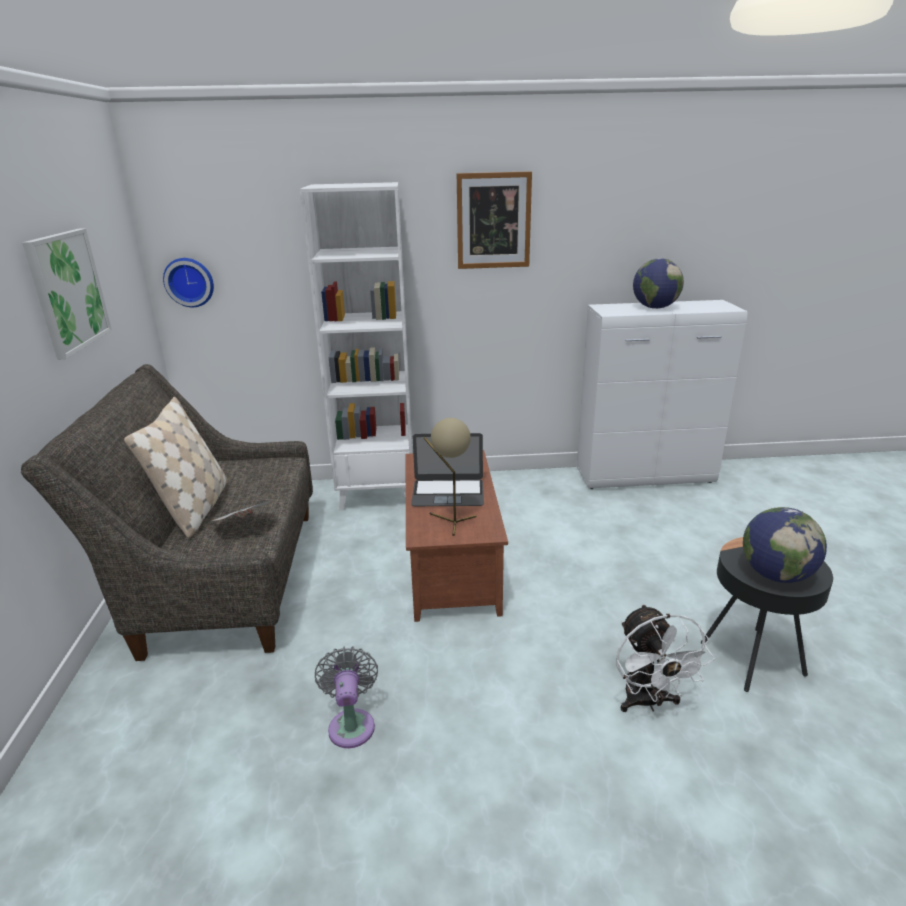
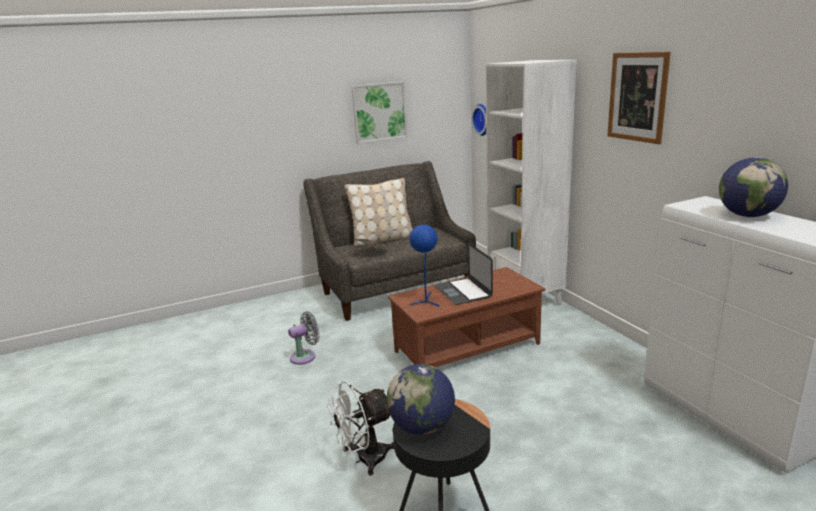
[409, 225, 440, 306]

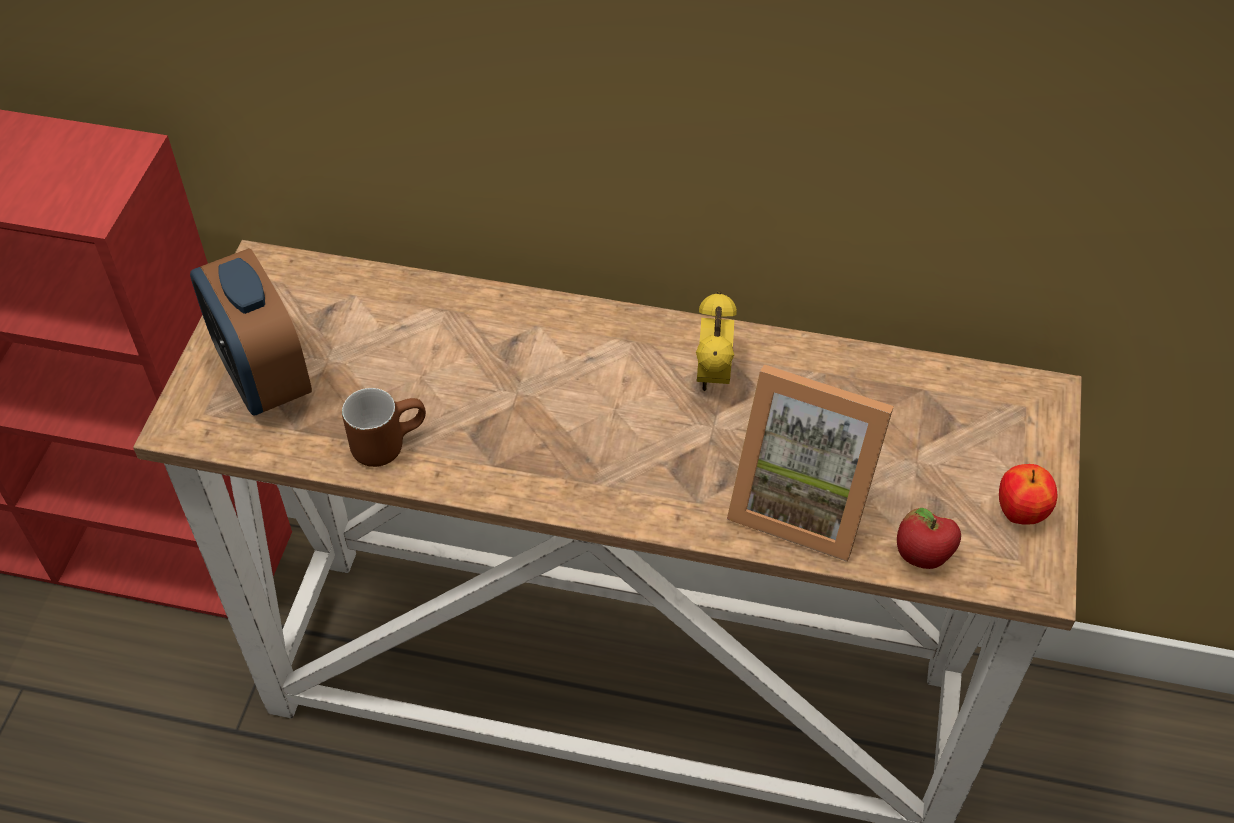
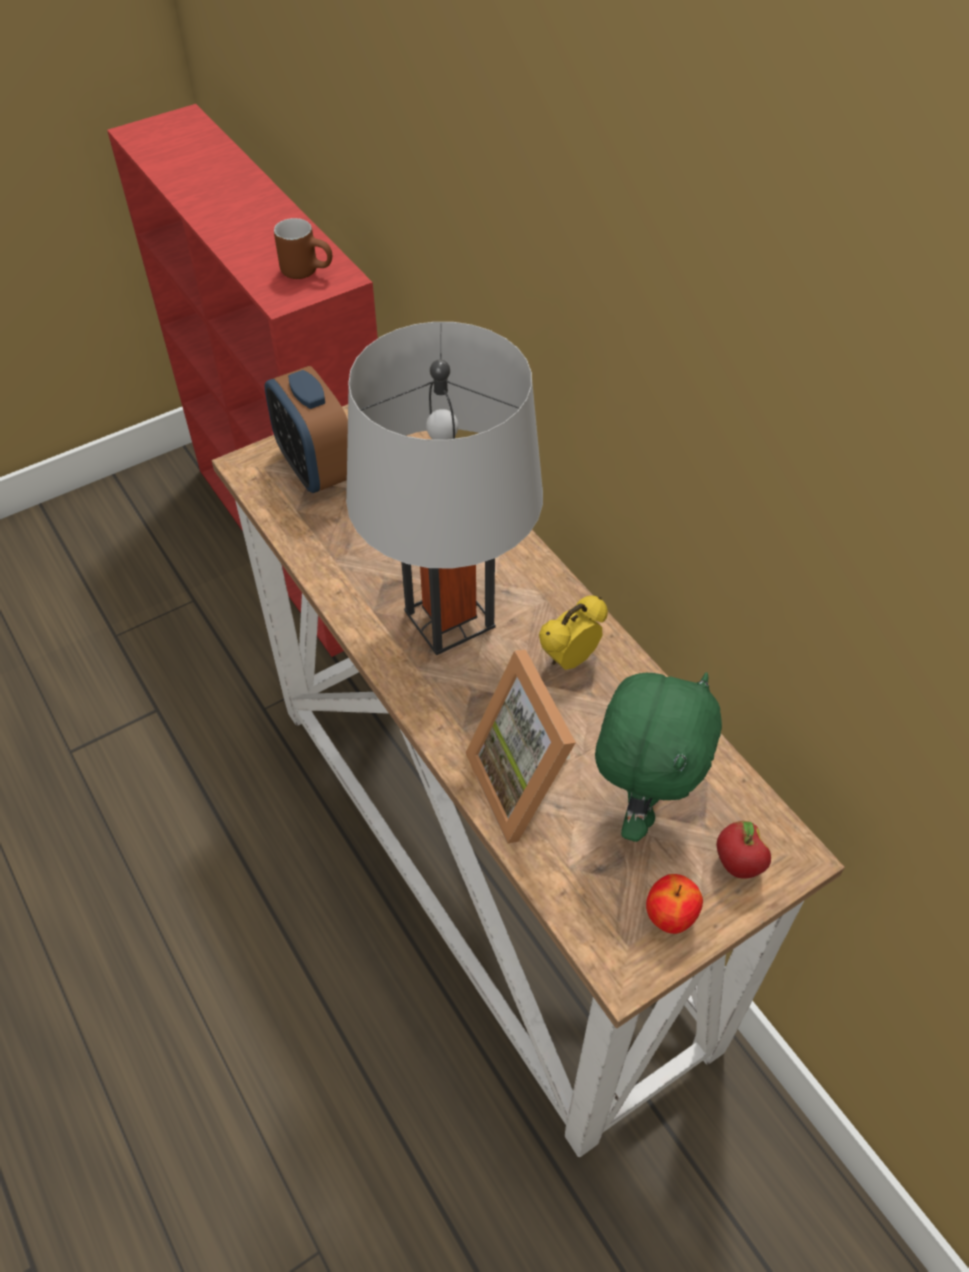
[265, 366, 348, 493]
[274, 218, 332, 279]
[717, 821, 771, 879]
[346, 322, 543, 655]
[595, 672, 722, 842]

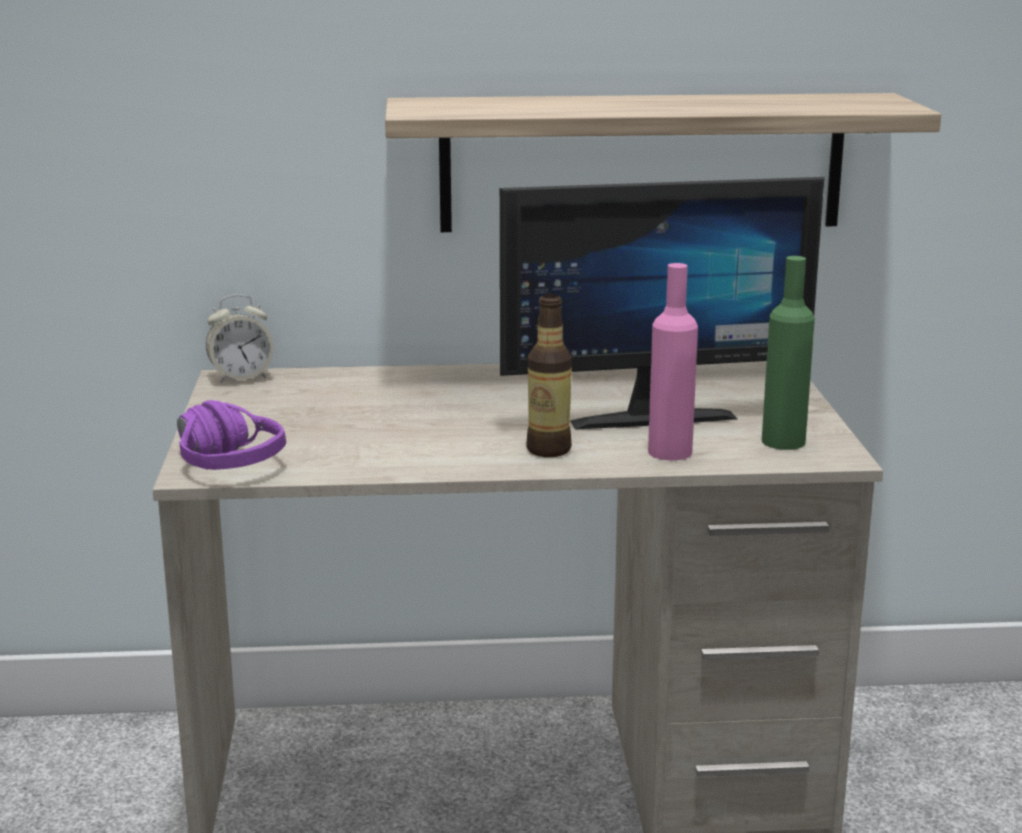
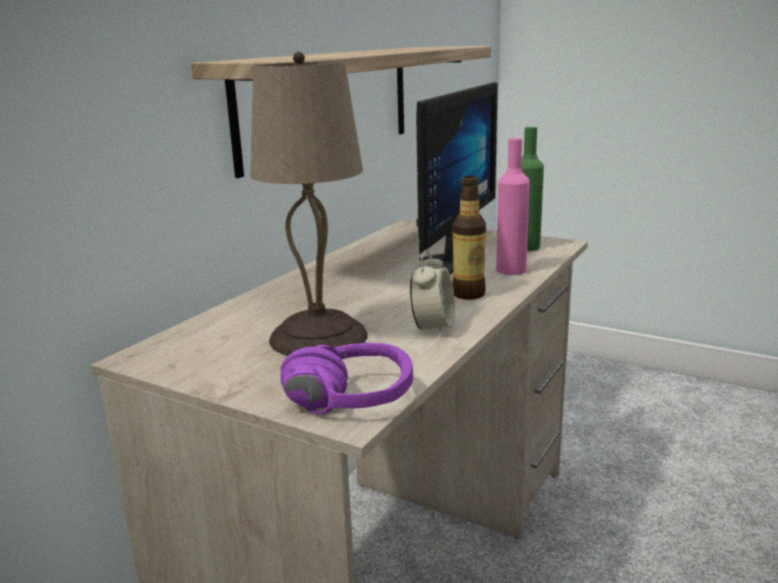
[410, 250, 455, 337]
[250, 52, 368, 356]

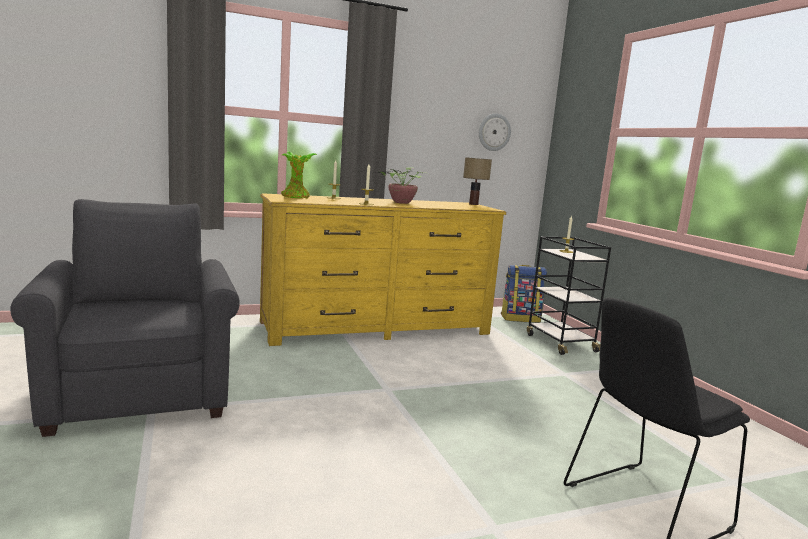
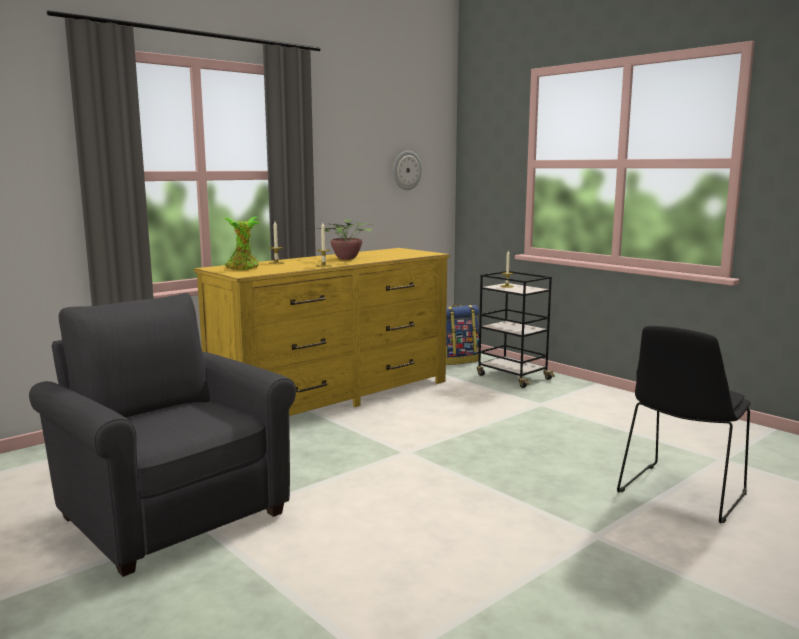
[463, 157, 492, 205] (first image)

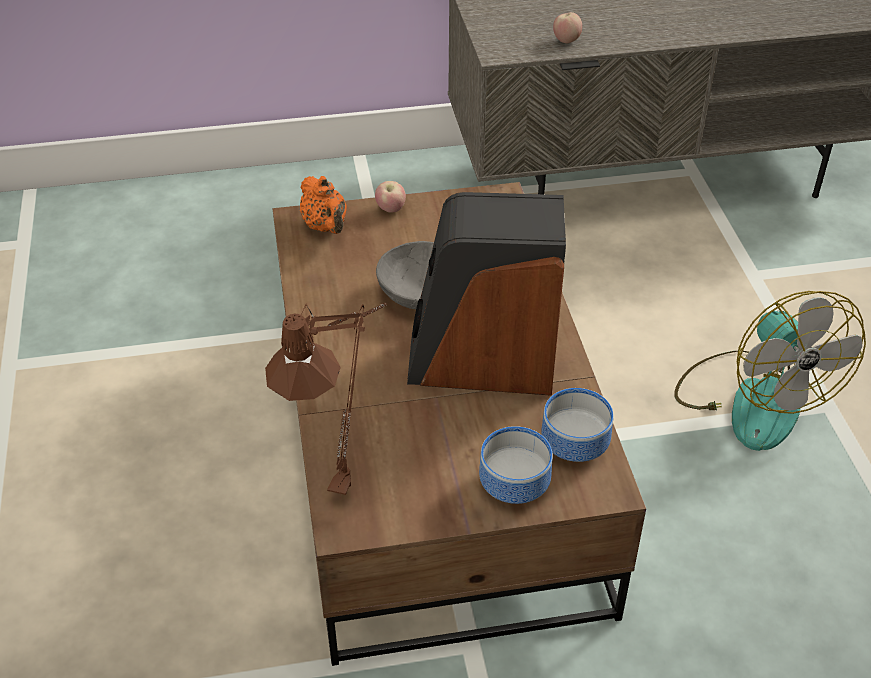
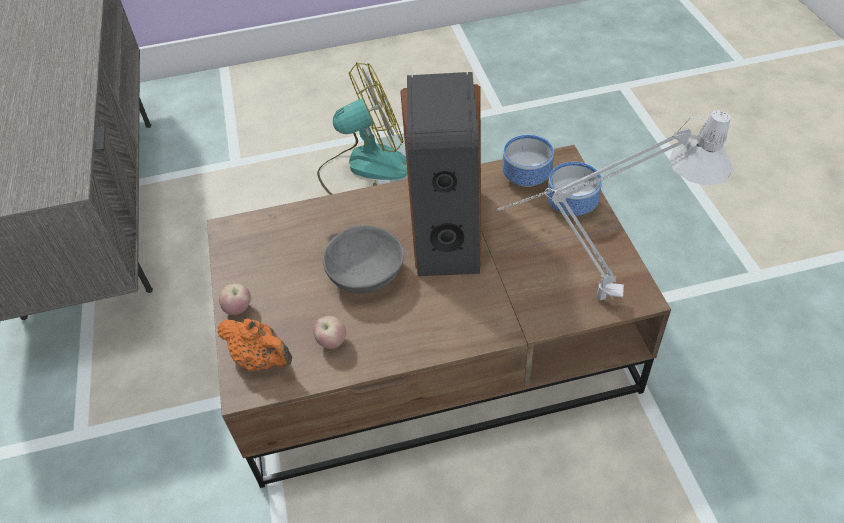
[313, 316, 346, 349]
[217, 319, 292, 371]
[497, 110, 733, 301]

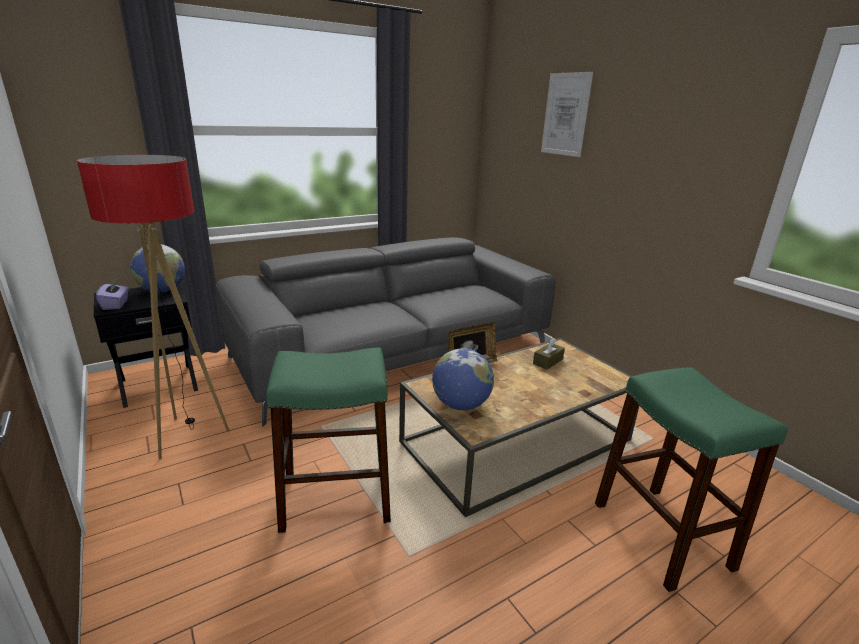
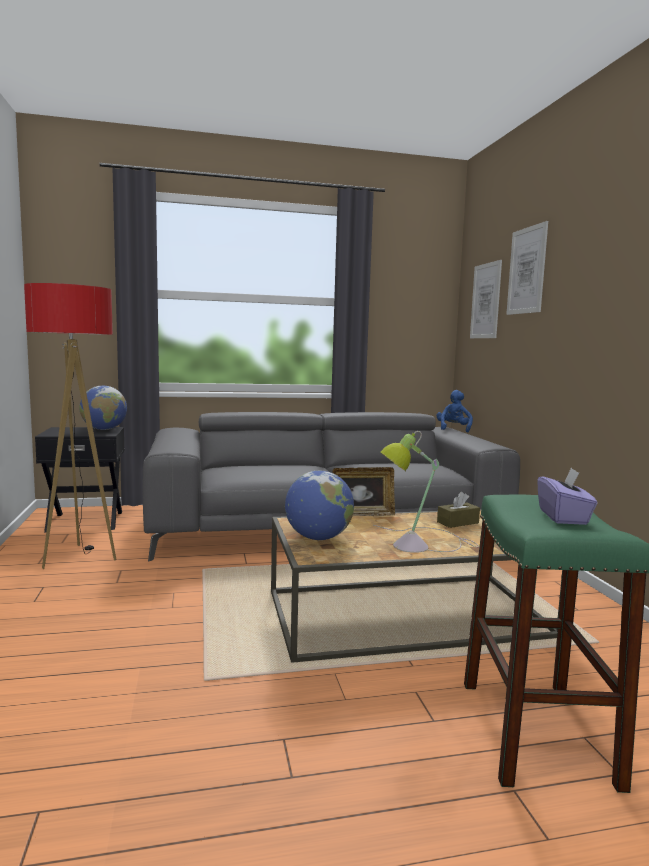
[537, 467, 598, 525]
[266, 347, 391, 533] (first image)
[470, 260, 502, 338]
[436, 390, 473, 432]
[374, 431, 479, 553]

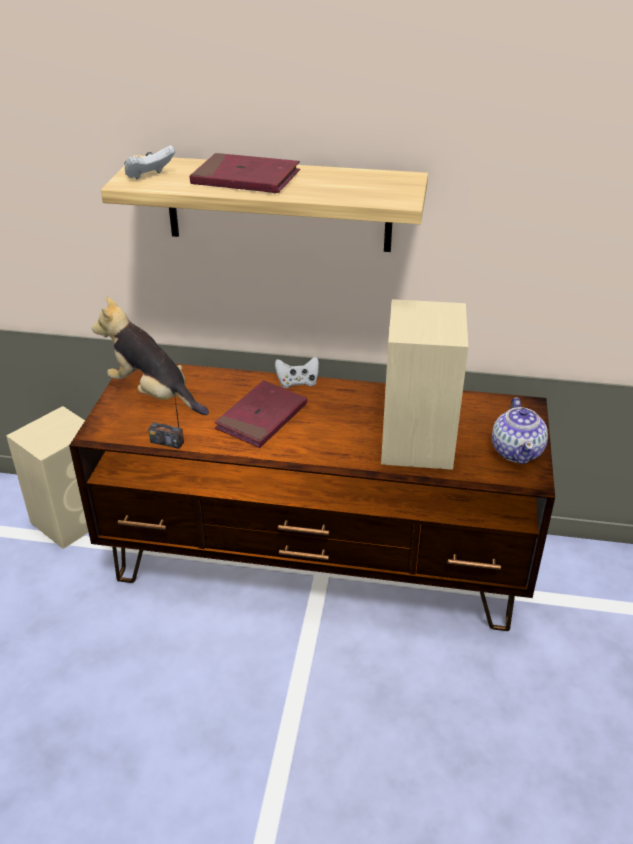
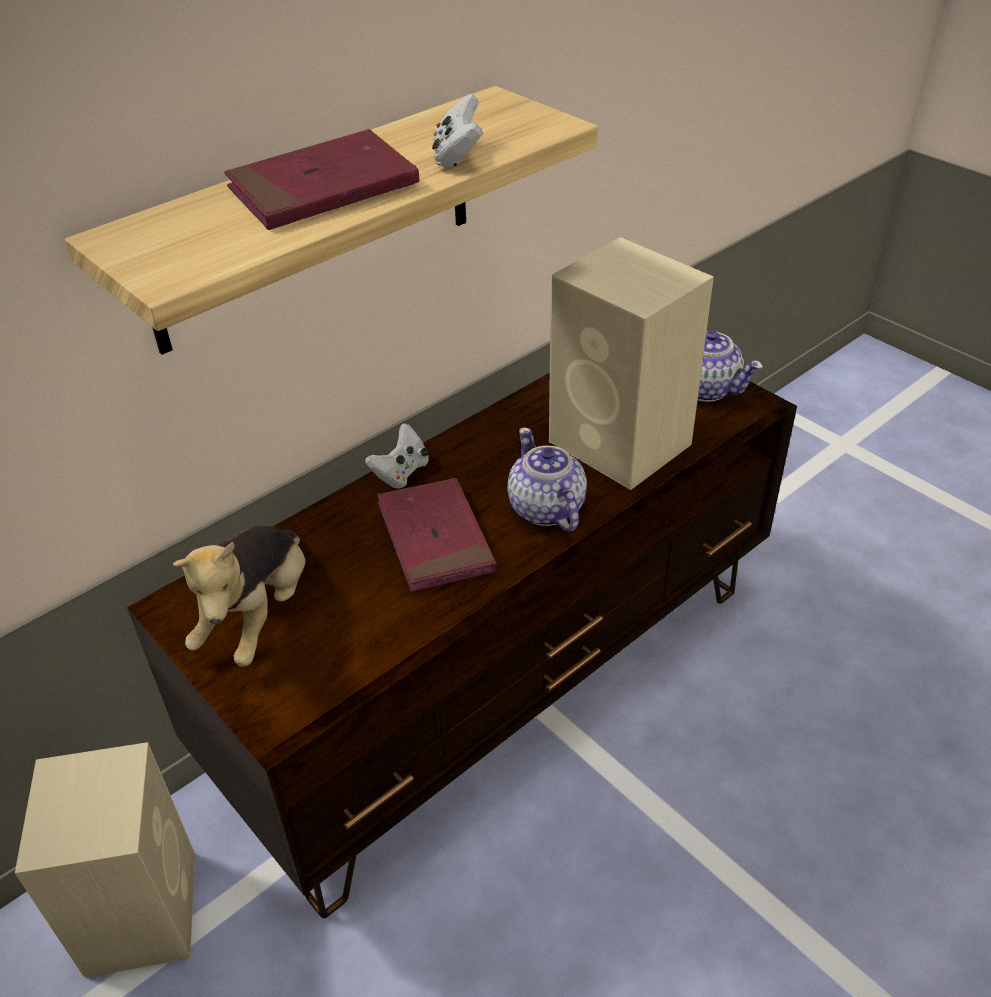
[432, 94, 483, 168]
[173, 526, 305, 666]
[148, 375, 184, 449] (first image)
[507, 428, 587, 531]

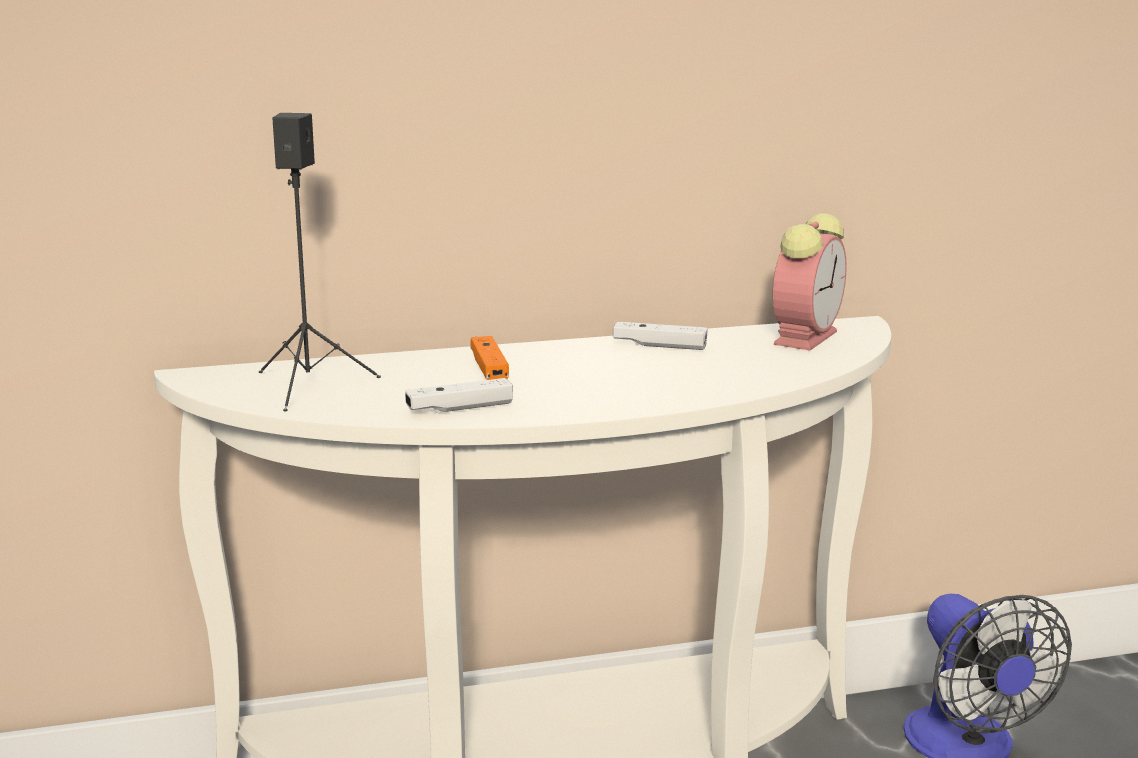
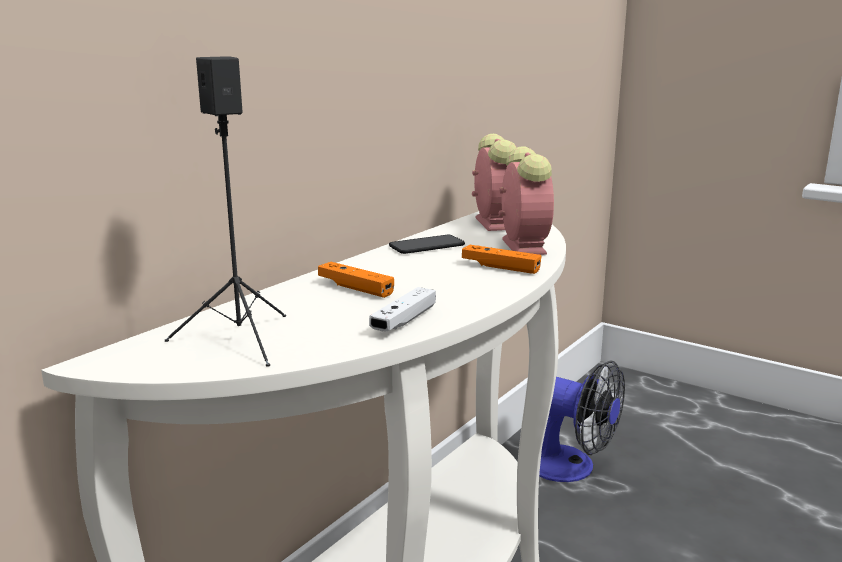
[389, 235, 465, 254]
[499, 147, 554, 255]
[462, 245, 541, 274]

